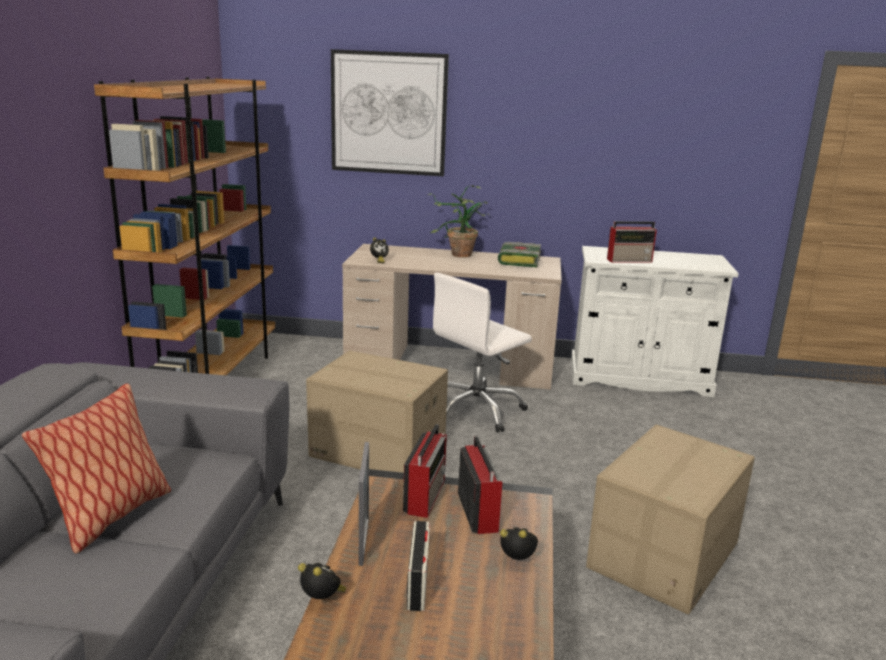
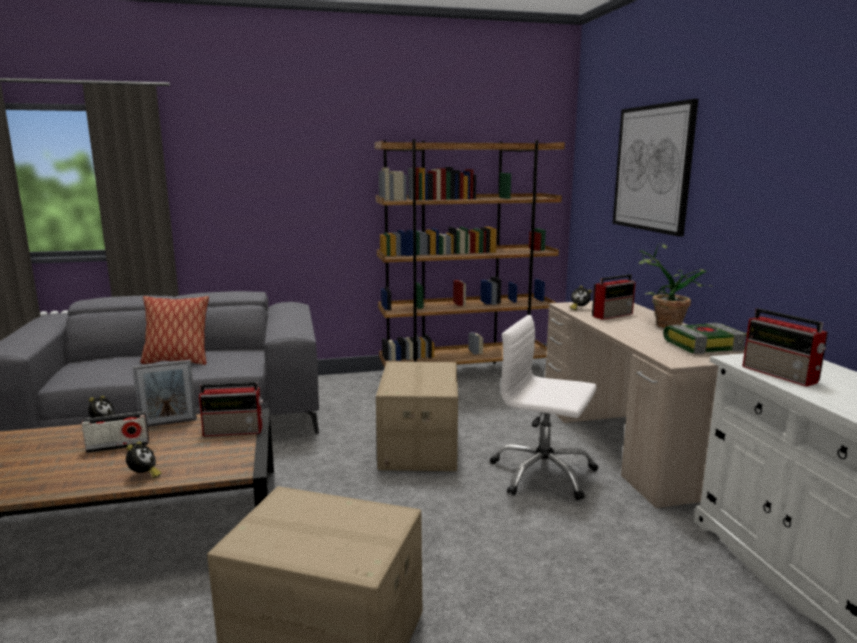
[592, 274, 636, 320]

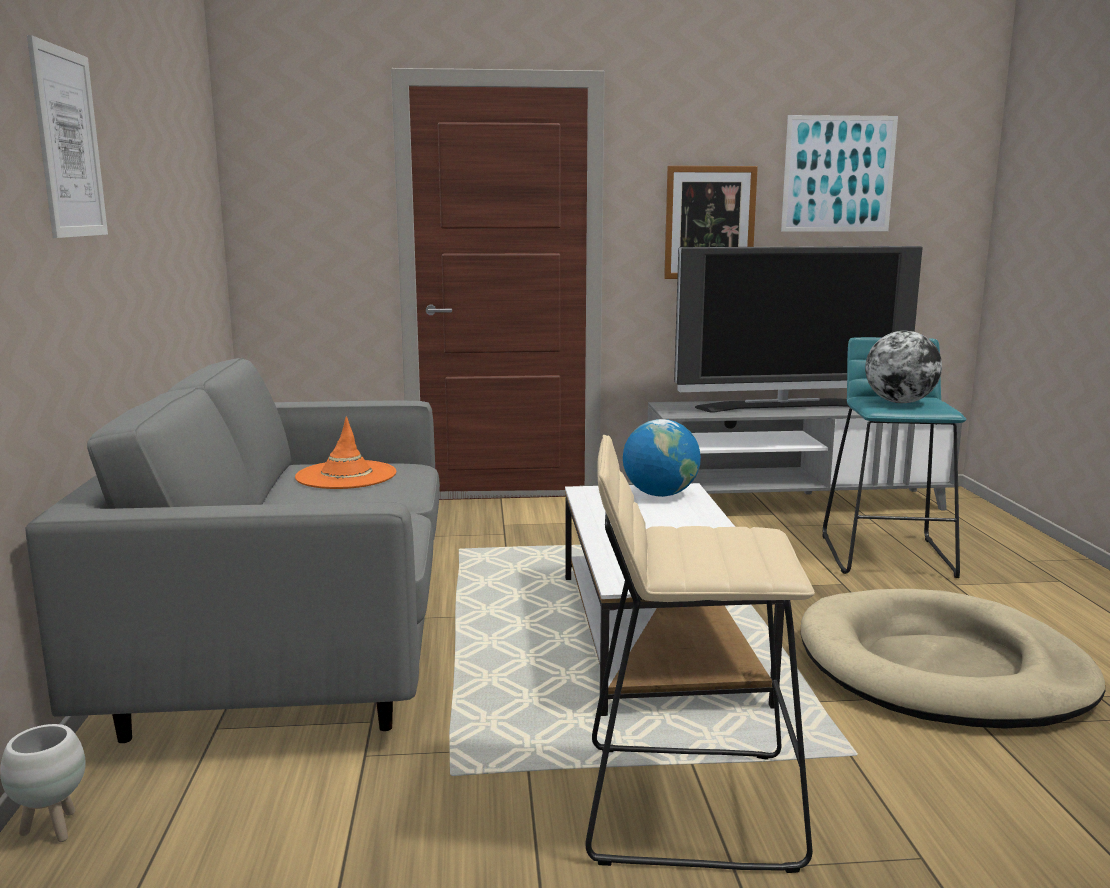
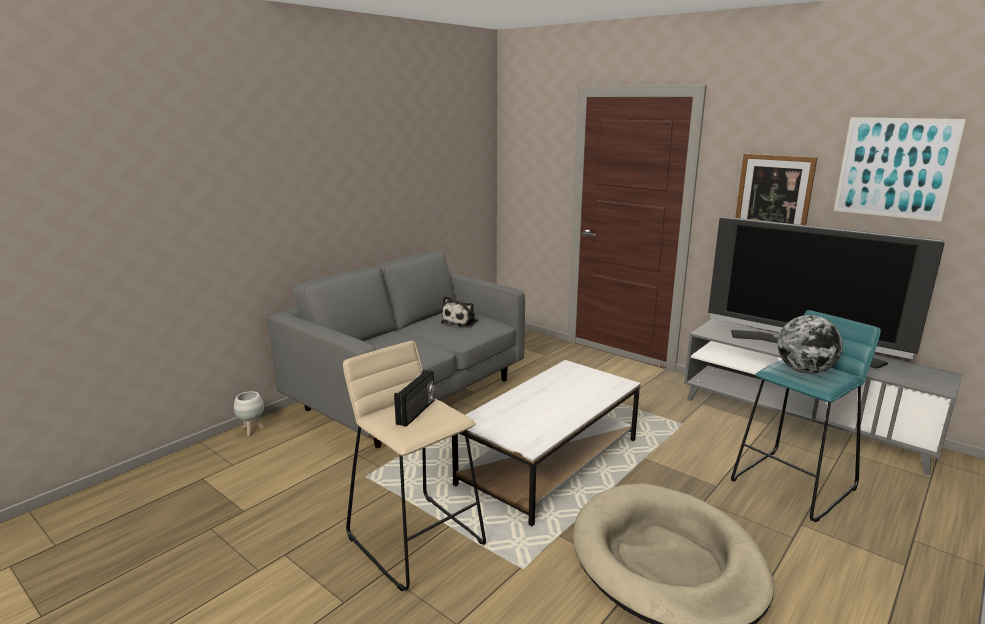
[27, 35, 108, 238] (first image)
[441, 296, 478, 327]
[623, 419, 701, 497] (first image)
[394, 370, 435, 427]

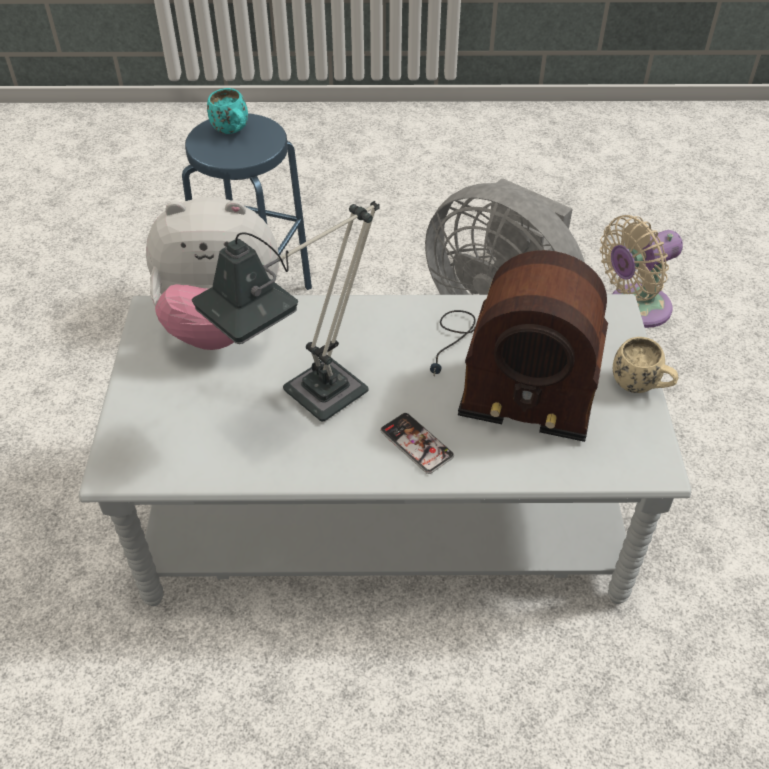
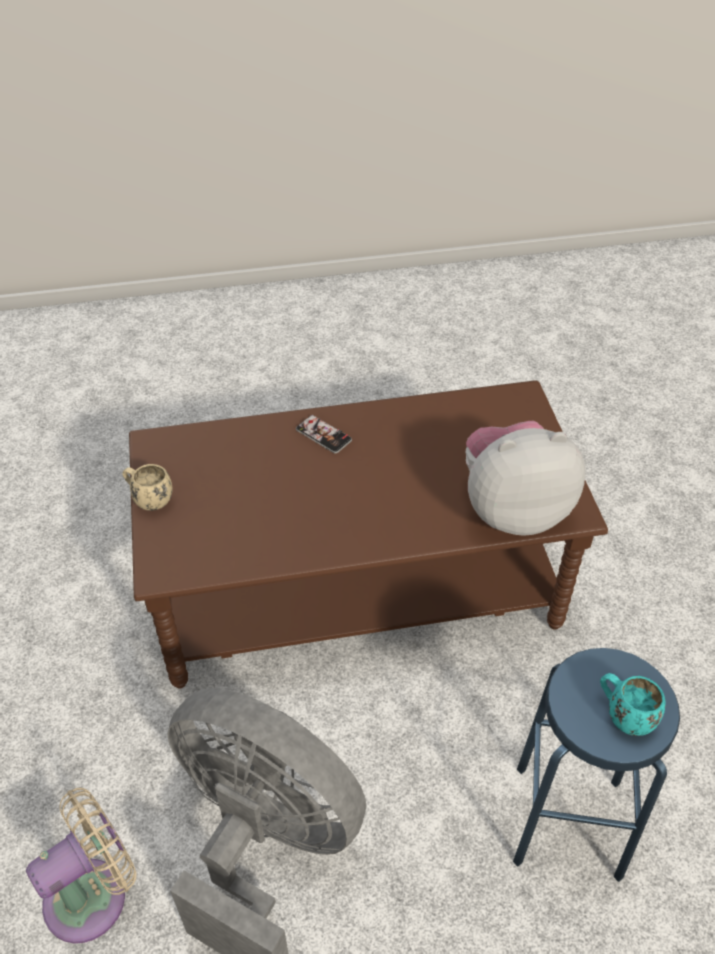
[192, 201, 380, 422] (first image)
[430, 250, 608, 442] (first image)
[129, 380, 608, 688]

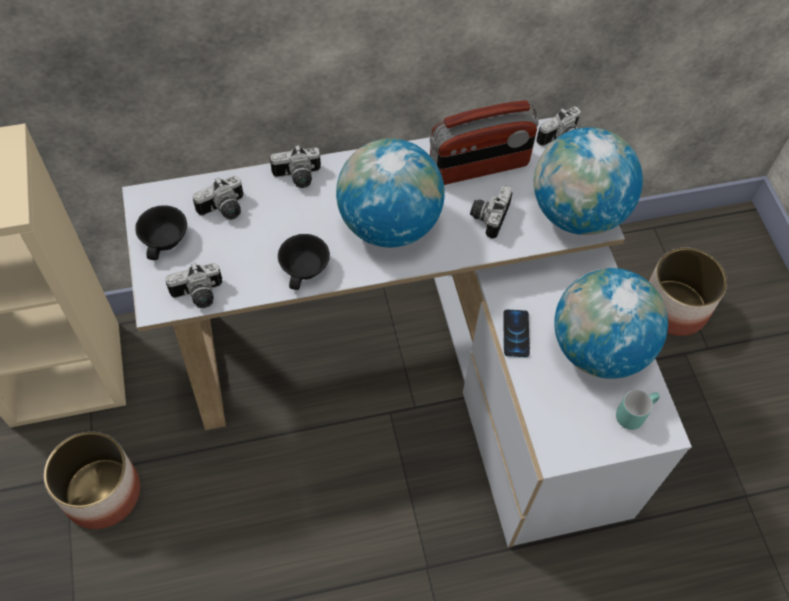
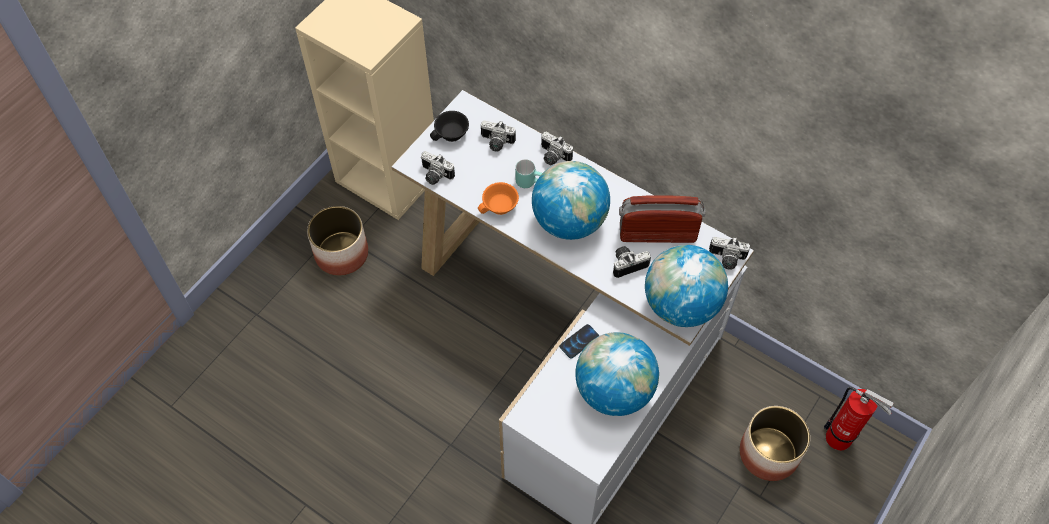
[619, 195, 705, 243]
[478, 182, 519, 215]
[515, 159, 542, 188]
[824, 387, 894, 450]

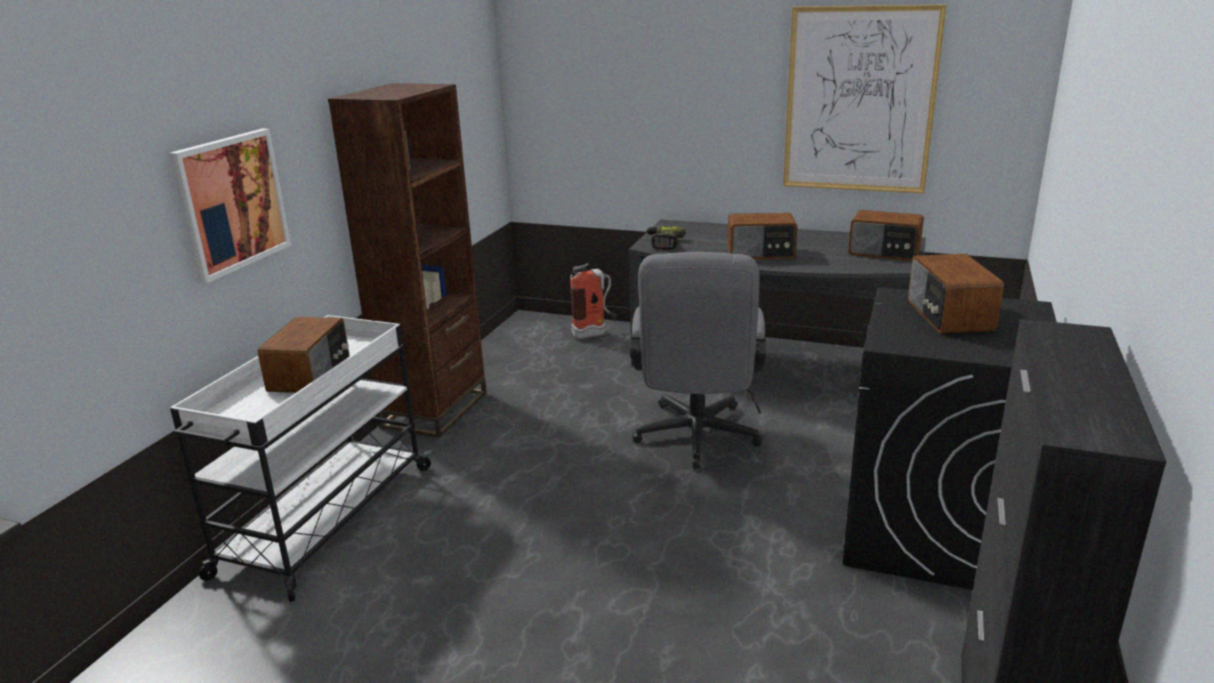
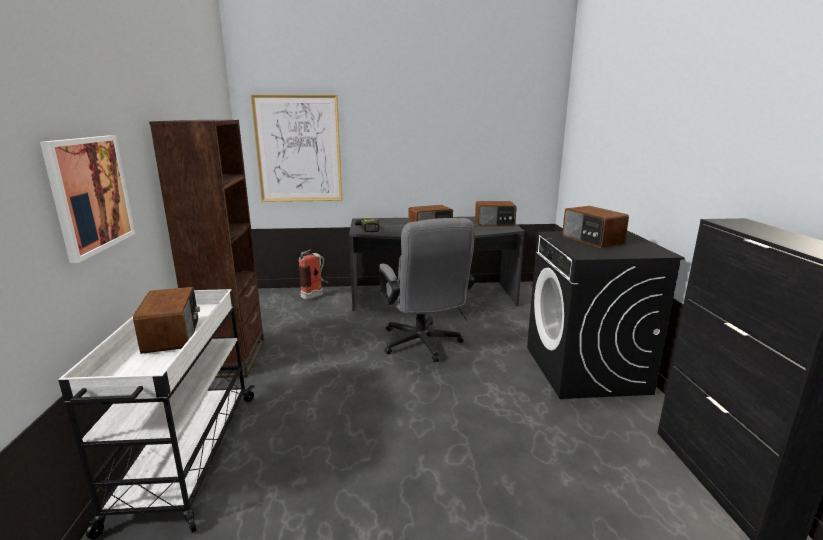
[251, 95, 342, 202]

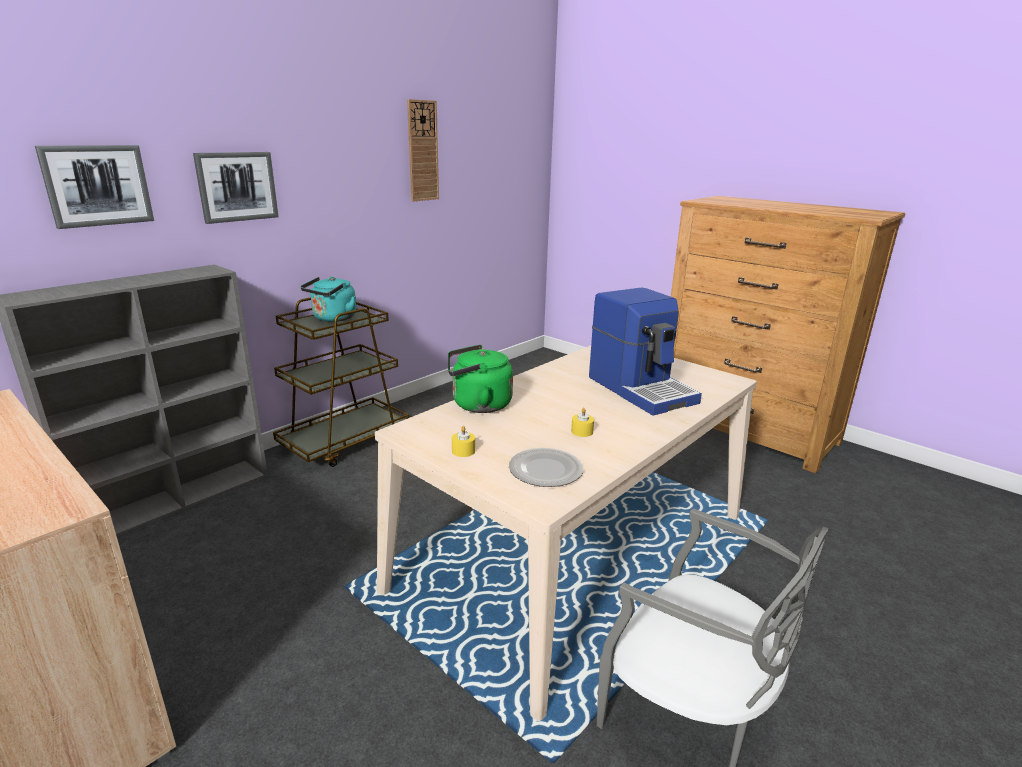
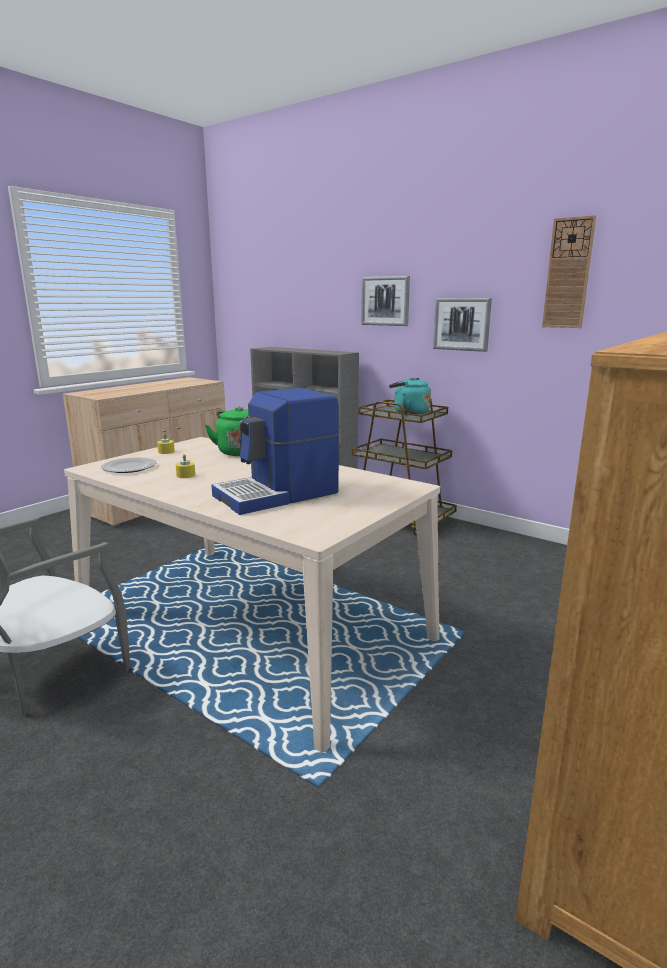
[433, 298, 492, 352]

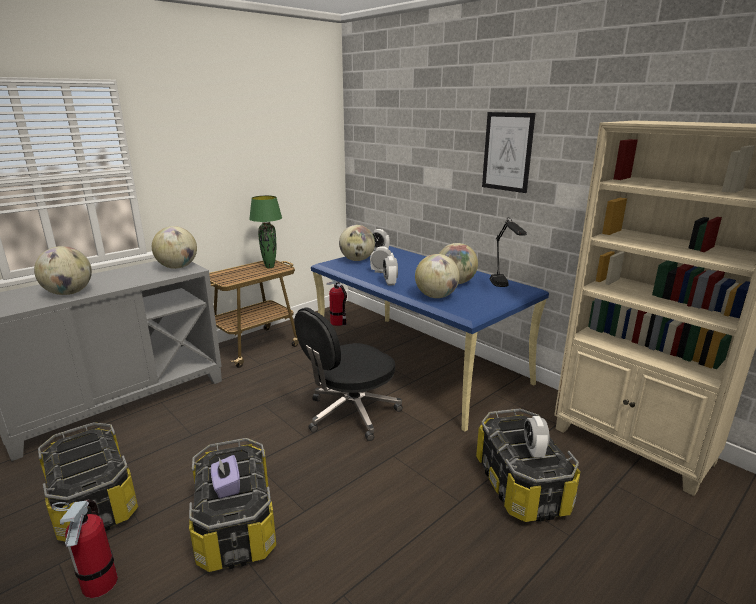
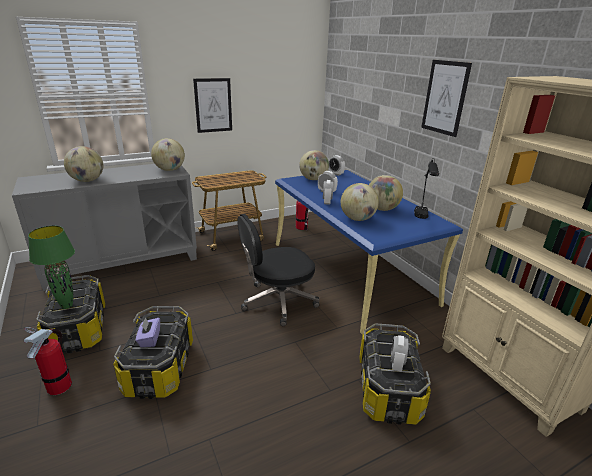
[28, 226, 75, 309]
[193, 78, 232, 133]

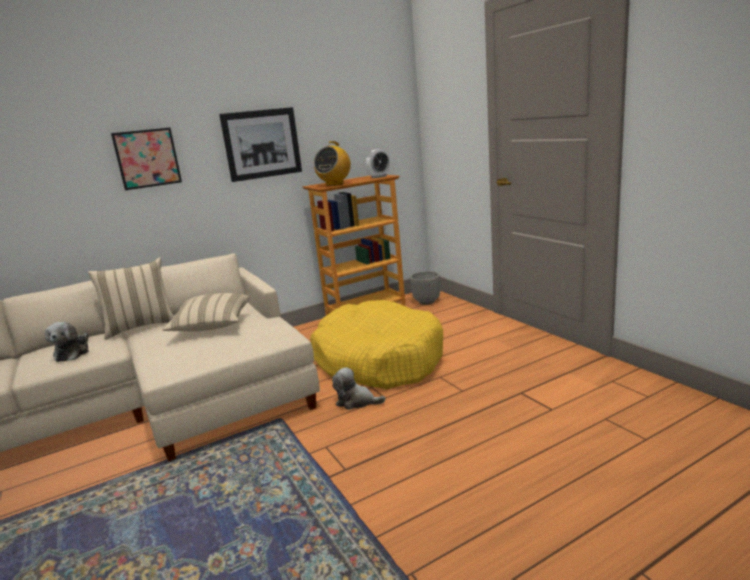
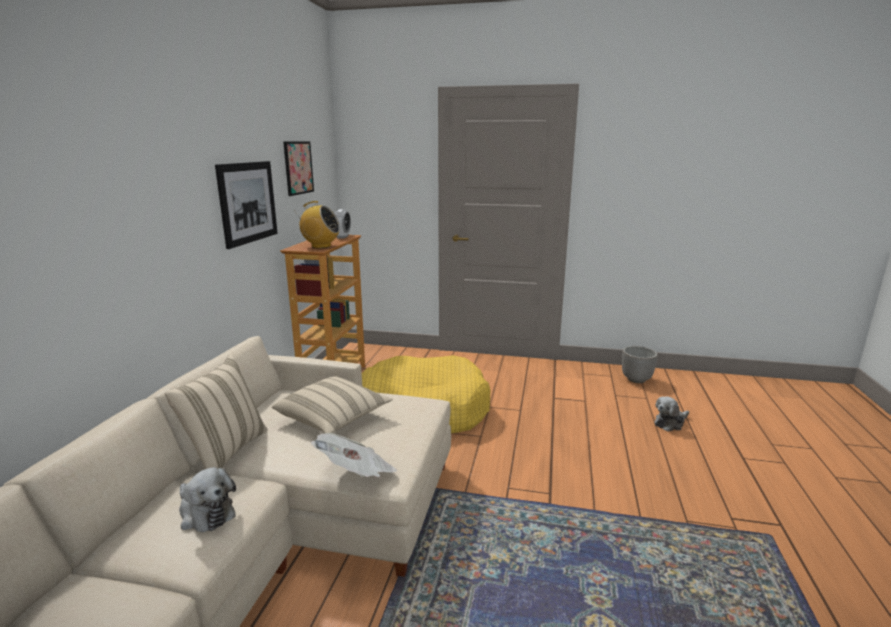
[283, 141, 314, 196]
[294, 201, 340, 248]
[622, 346, 658, 383]
[654, 396, 689, 432]
[311, 433, 397, 477]

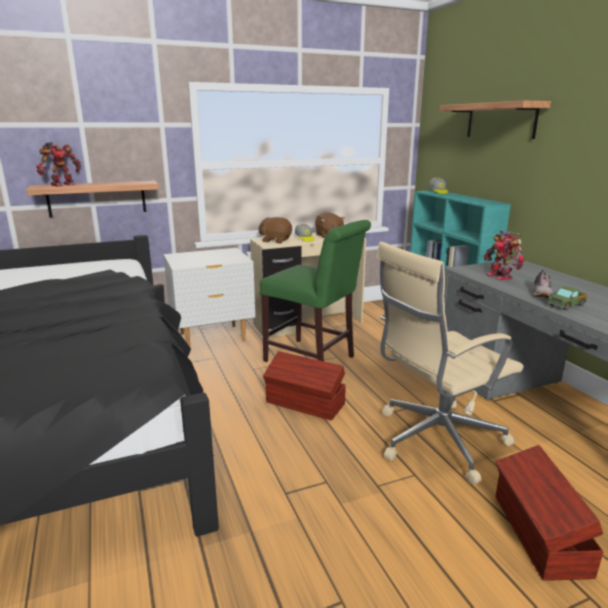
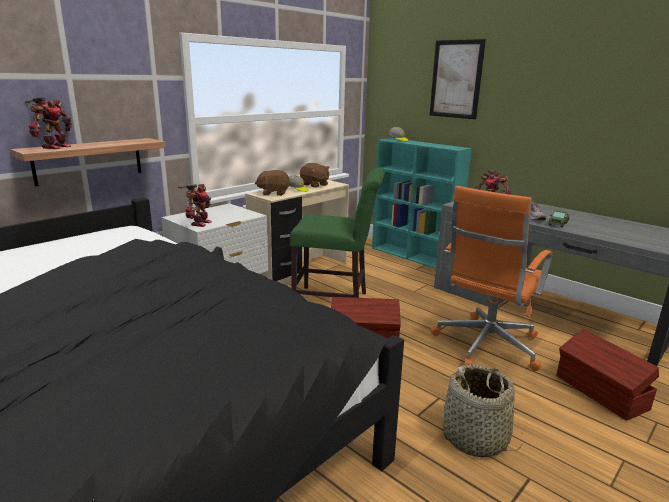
[430, 39, 486, 119]
[431, 186, 552, 371]
[178, 184, 212, 227]
[444, 364, 522, 457]

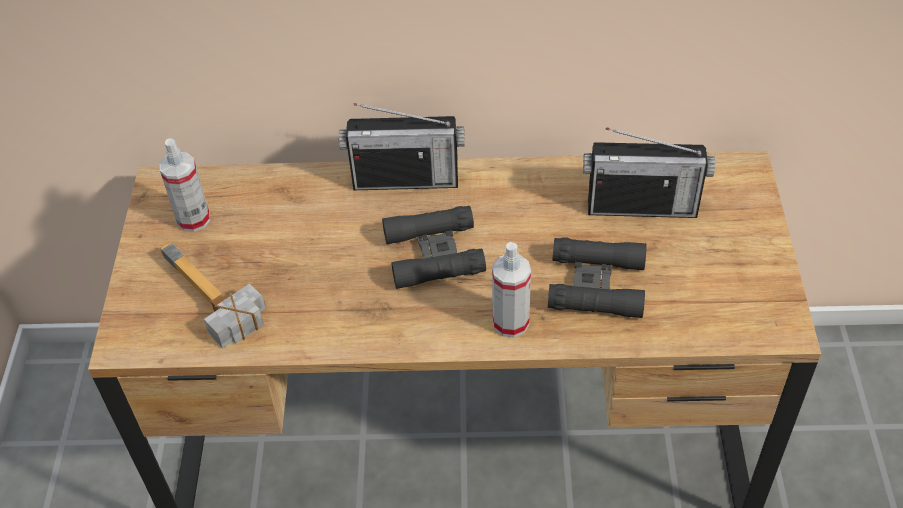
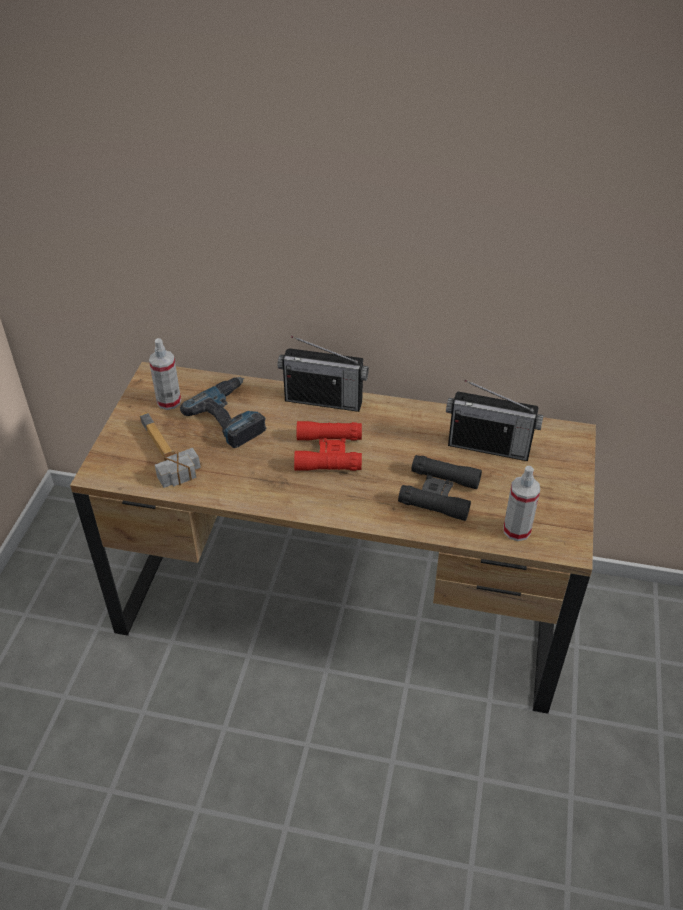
[294, 421, 362, 471]
[503, 466, 540, 541]
[180, 377, 266, 448]

